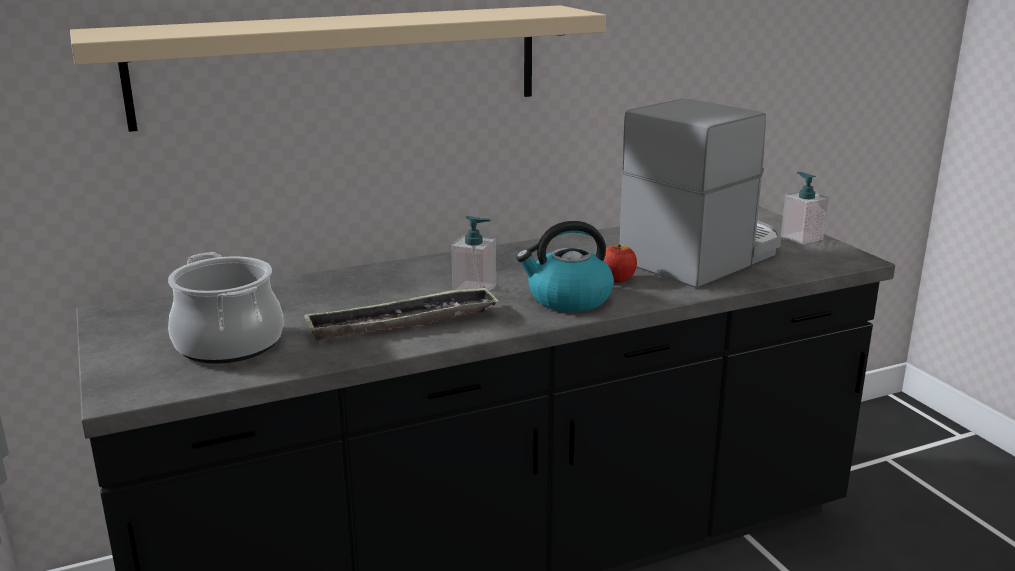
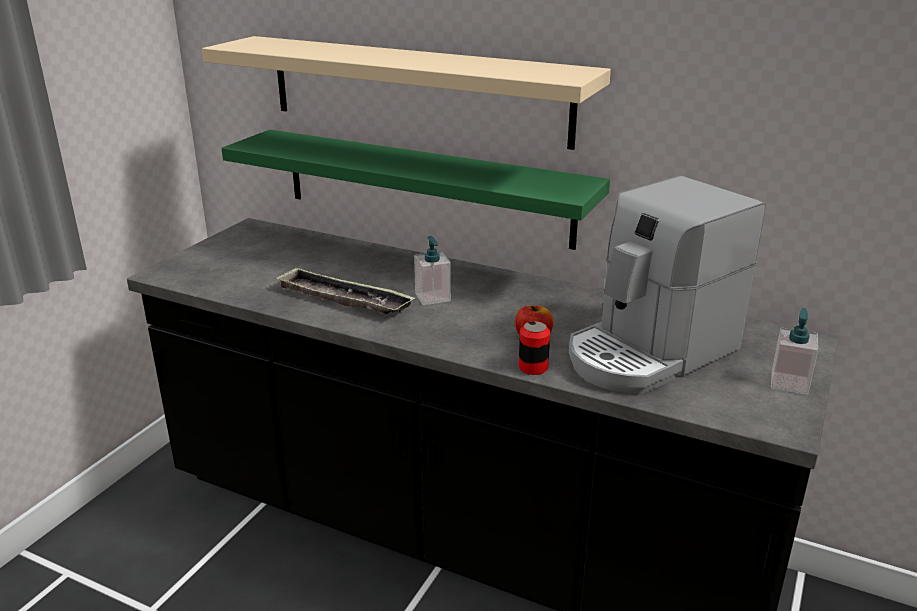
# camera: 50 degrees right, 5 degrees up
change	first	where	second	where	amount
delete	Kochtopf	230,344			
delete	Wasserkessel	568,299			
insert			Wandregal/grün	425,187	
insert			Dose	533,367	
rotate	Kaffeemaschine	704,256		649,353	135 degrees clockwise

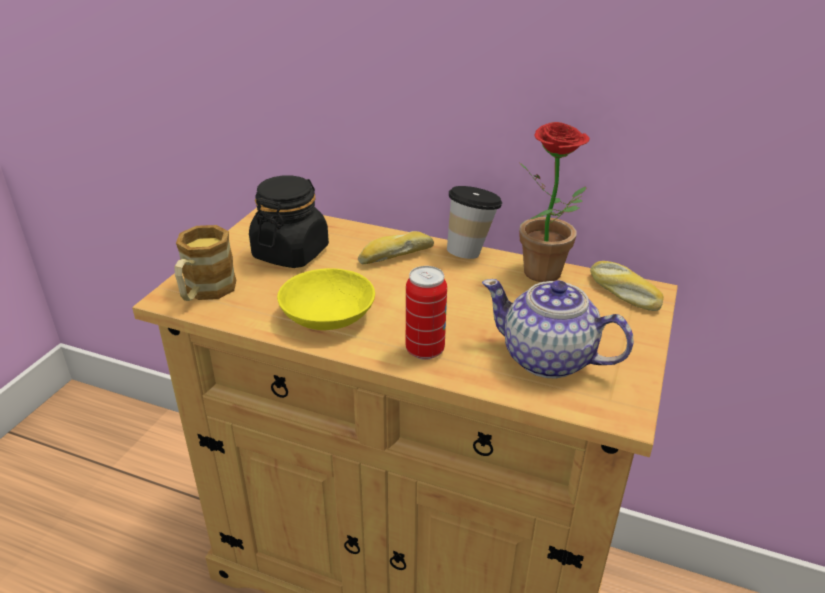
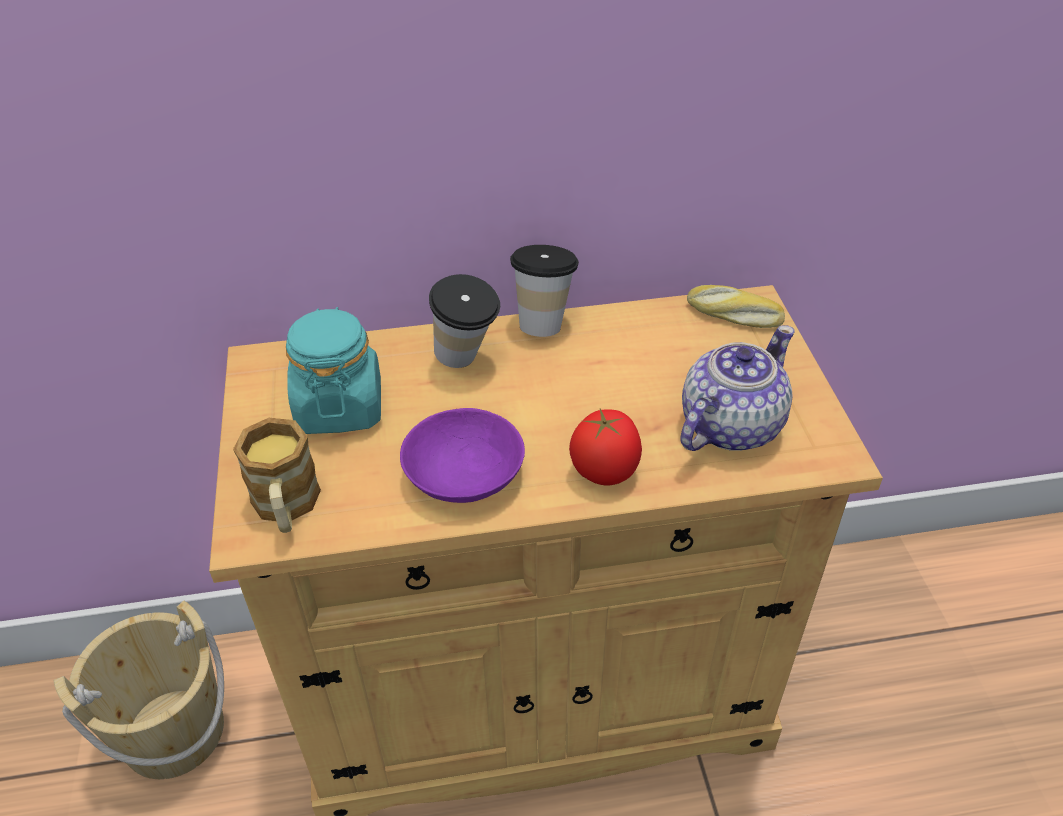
# camera: 30 degrees left, 10 degrees up
change	first	where	second	where	amount
delete	Topfpflanze	547,276			
insert			Eimer/beige	173,732	
replace	Brot	395,255	Tasse	467,361	
replace	Dose	425,350	Tomate	604,470	
recolor	Vorratsglas/schwarz	291,253	Vorratsglas/türkis	339,407	
recolor	Schüssel/gelb	330,316	Schüssel/lila	467,473	
rotate	Teekanne	548,359		729,426	135 degrees clockwise

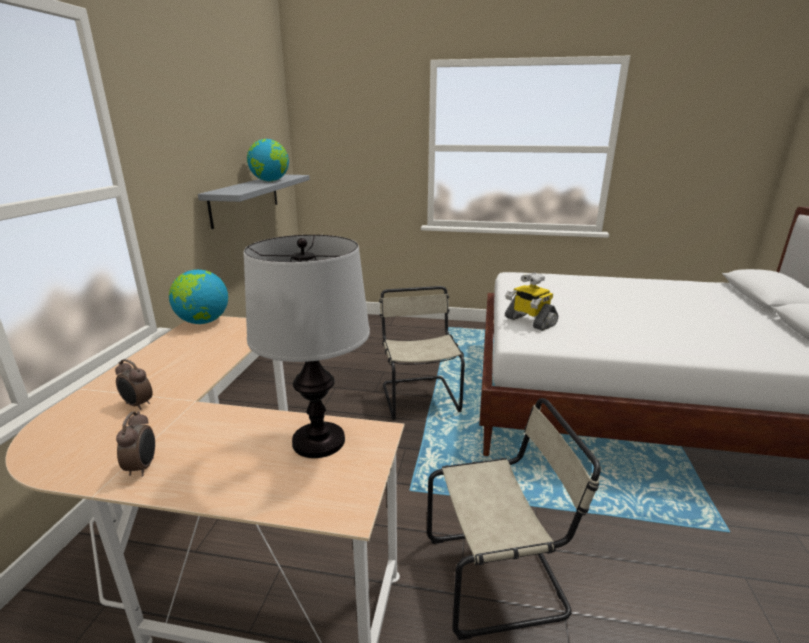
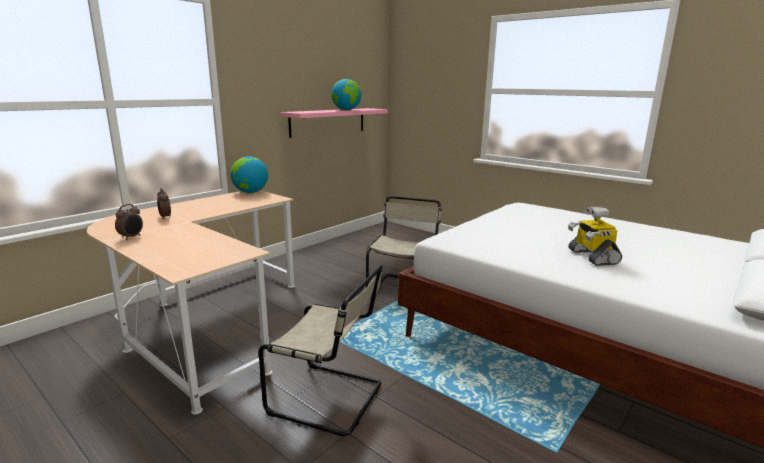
# camera: 30 degrees right, 5 degrees down
change	first	where	second	where	amount
delete	Tischlampe	318,441			
move	Spielzeugroboter	529,321		591,257	
recolor	Wandregal/grau	246,199	Wandregal/rosa	328,122	

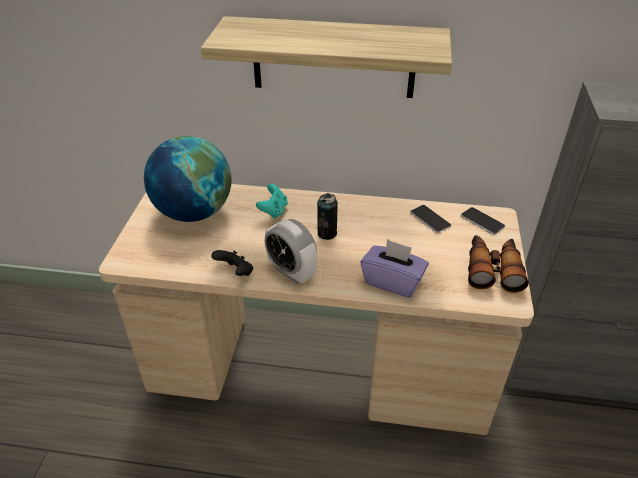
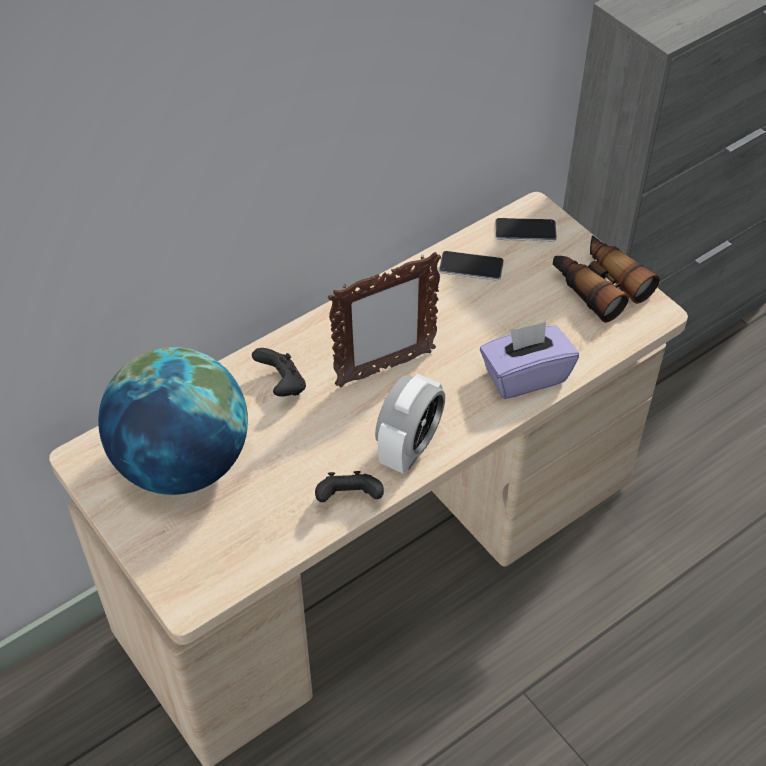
# camera: 45 degrees left, 10 degrees up
change	first	where	second	where	amount
delete	Wandregal	333,58			
replace	Dose	327,233	Bilderrahmen	384,368	
recolor	Gamepad/türkis	273,211	Gamepad/schwarz	282,385	
rotate	Wecker	291,272		409,448	60 degrees counterclockwise

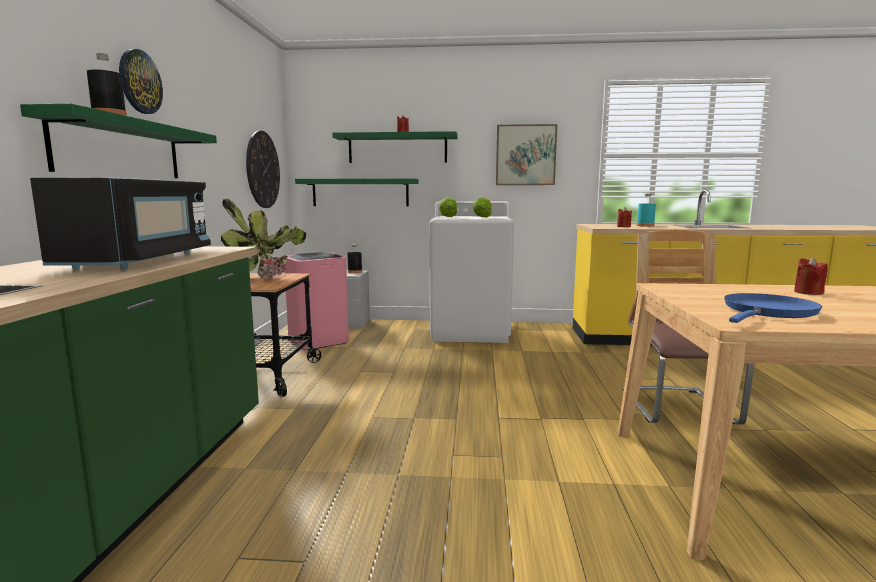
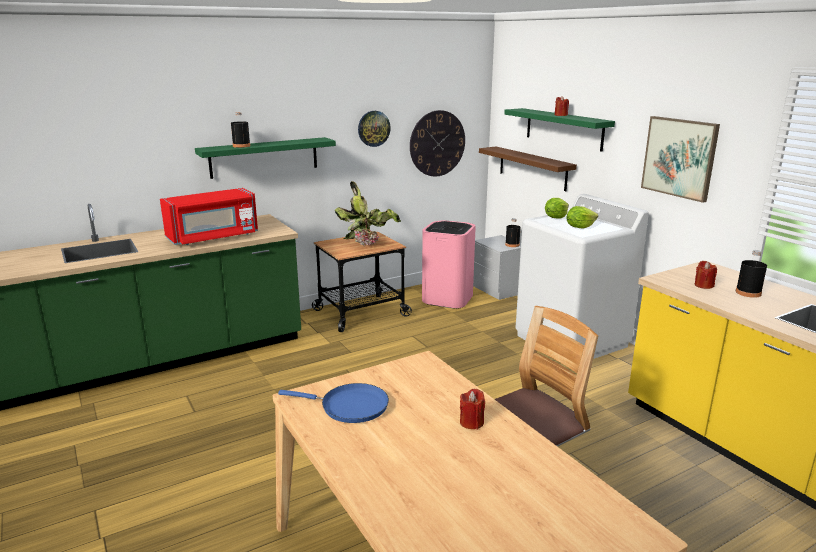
# camera: 55 degrees right, 10 degrees up
change	first	where	second	where	amount
move	Wanduhr	140,82		373,128	
recolor	Mikrowelle/schwarz	140,261	Mikrowelle/rot	213,237	
recolor	Wandregal/grün	360,192	Wandregal/braun	532,168	
recolor	Flasche/türkis	645,226	Flasche/schwarz	748,293	

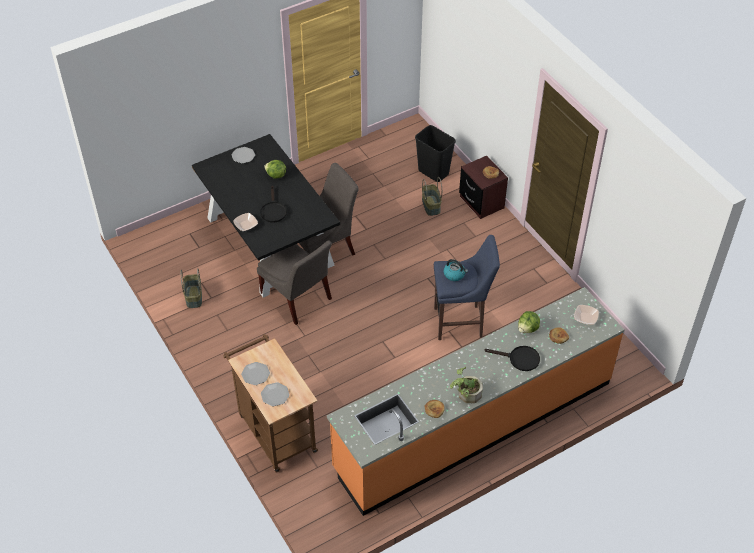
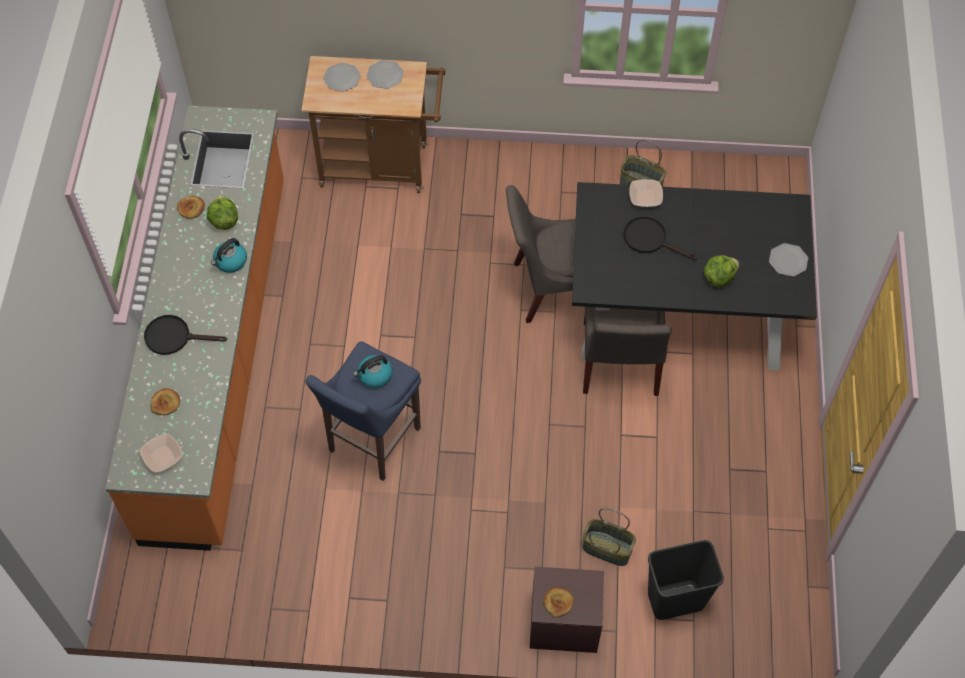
# camera: 125 degrees right, 10 degrees up
change	first	where	second	where	amount
delete	Topfpflanze	466,394			
insert			Wasserkessel	230,262	
move	Salatkopf	528,329		224,221	
rotate	Pfanne/schwarz	519,359		174,337	45 degrees clockwise

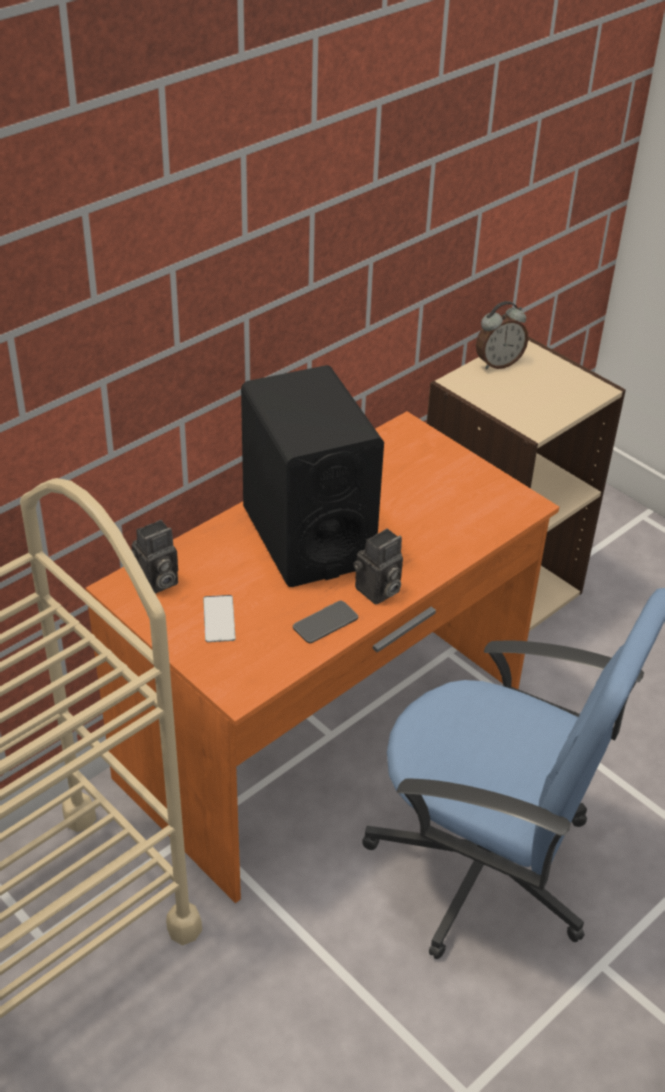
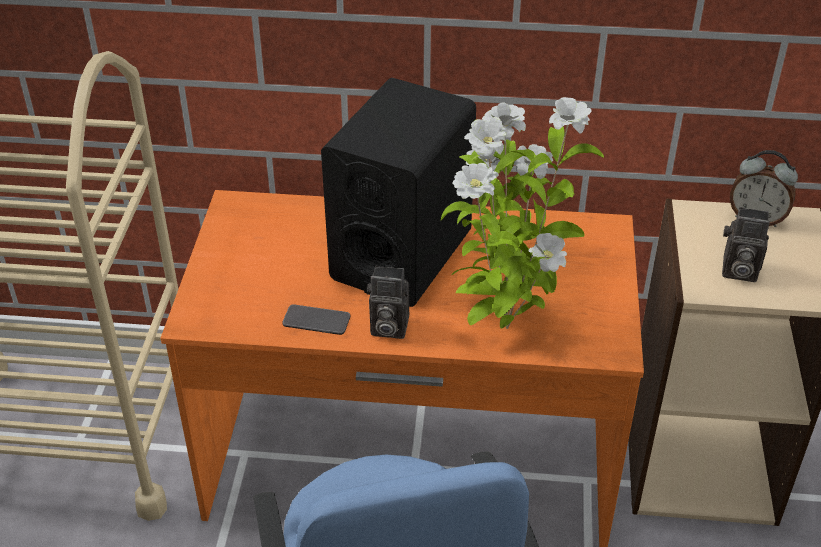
# camera: 50 degrees right, 0 degrees up
change	first	where	second	where	amount
delete	Handy	219,619			
insert			Topfpflanze	505,325	
move	Kamera	156,583		737,270	

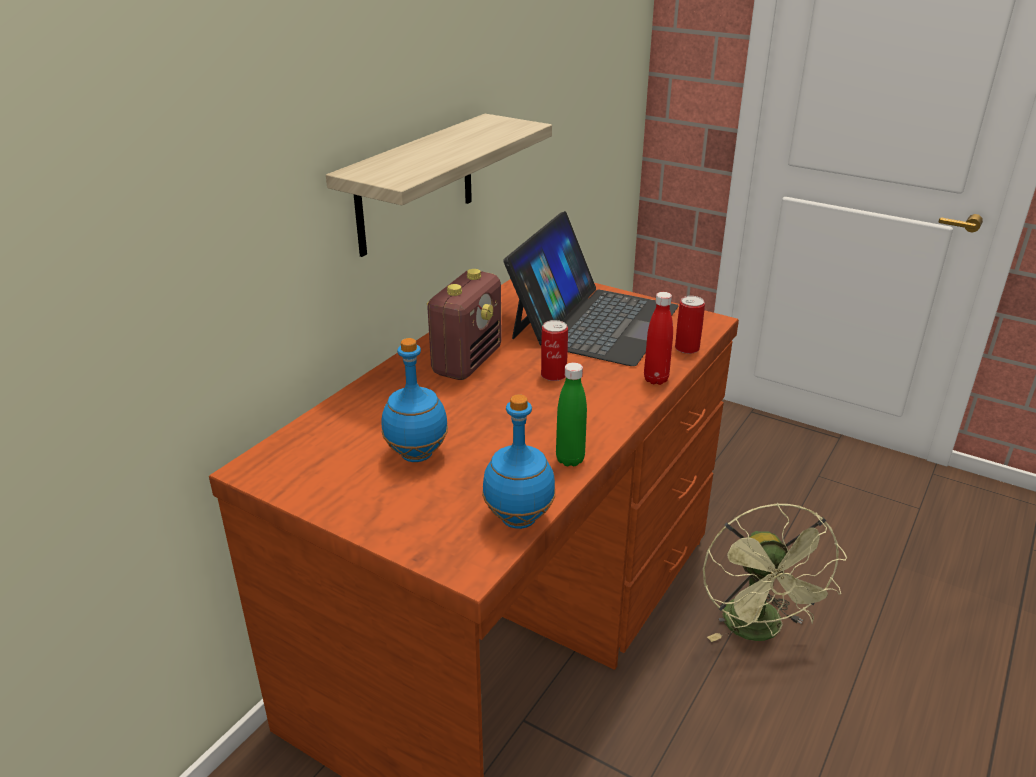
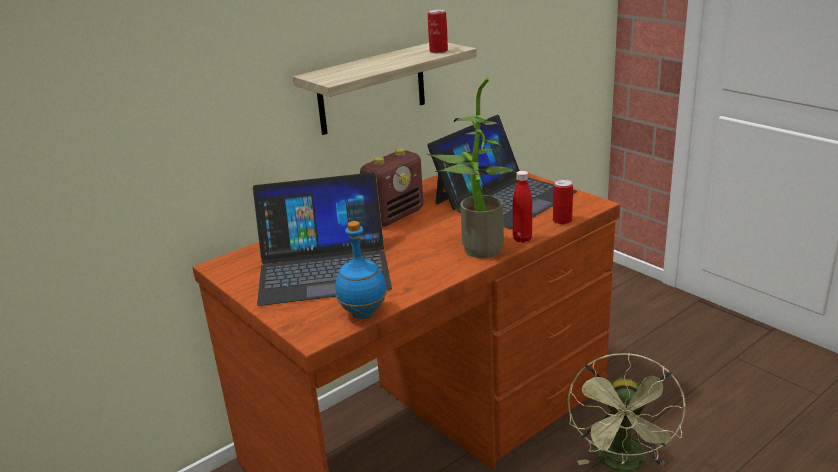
# camera: 20 degrees right, 5 degrees down
change	first	where	second	where	amount
delete	Flasche/grün	570,459			
insert			Topfpflanze	476,250	
move	Dose	553,375		438,51	
replace	Flasche/blau	417,454	Laptop	324,268	

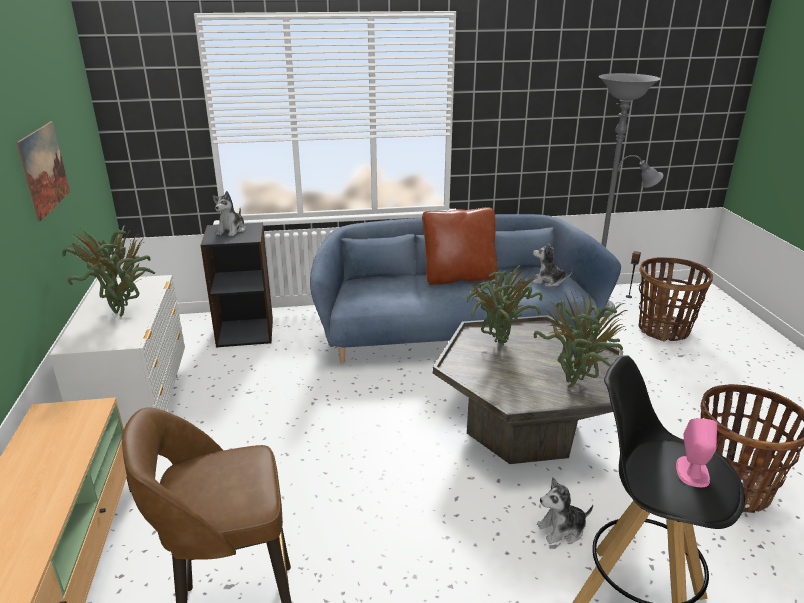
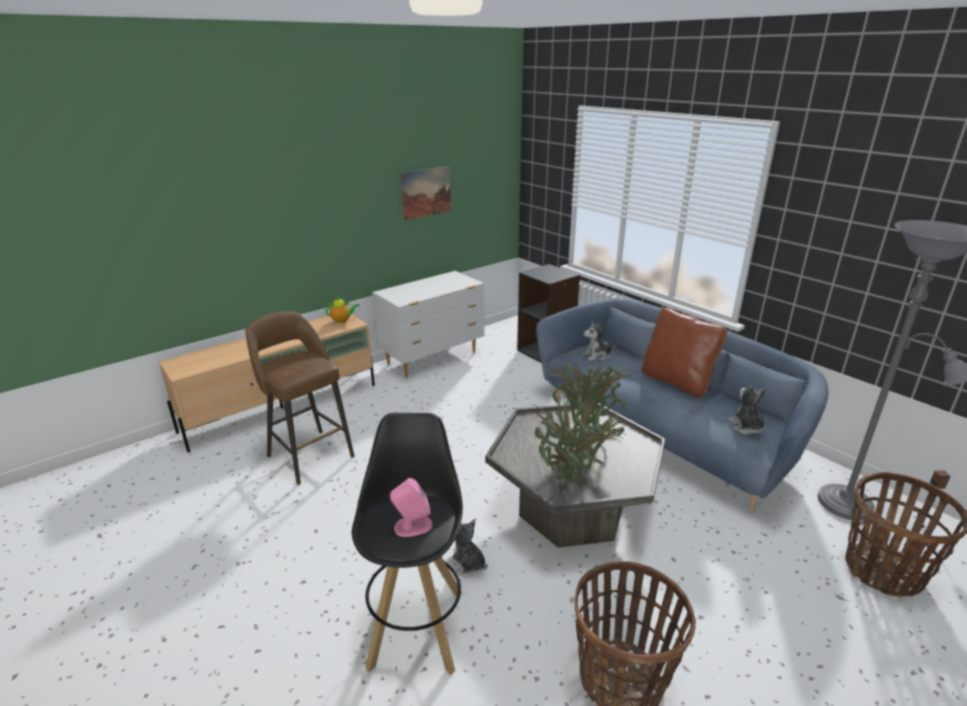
# camera: 60 degrees right, 0 degrees up
change	first	where	second	where	amount
delete	Topfpflanze	122,311			
insert			Teekanne	342,321	
move	Plüschtier	232,230		597,356	

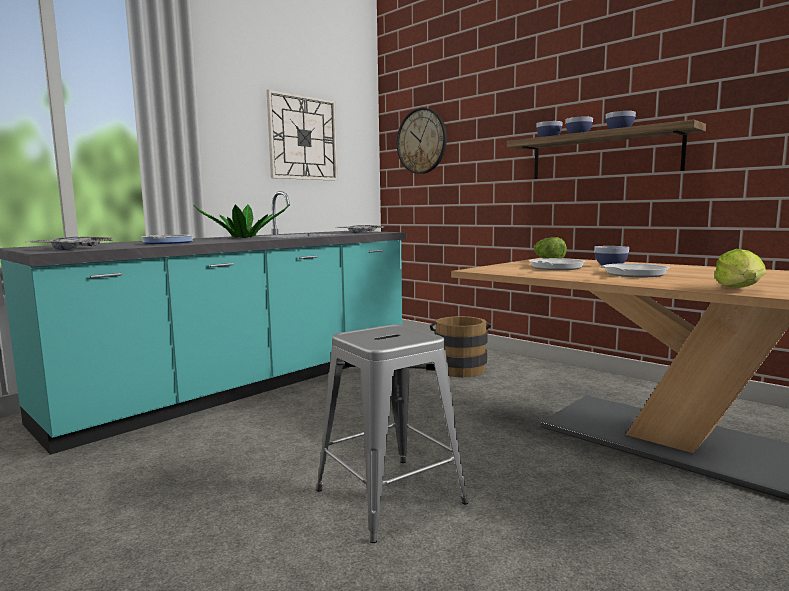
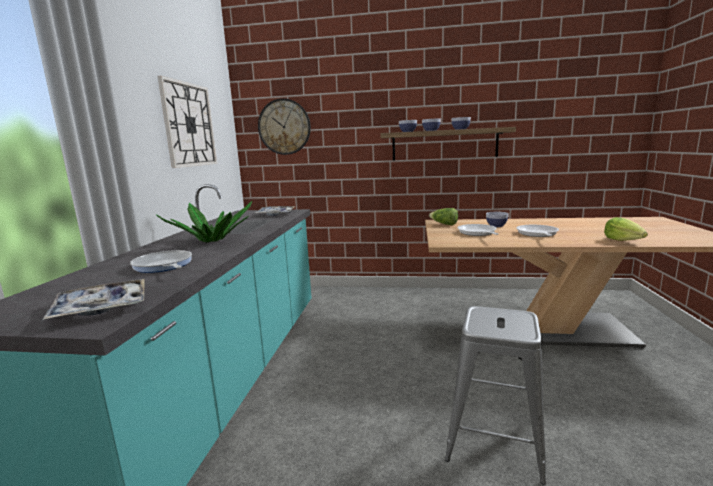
# camera: 35 degrees left, 5 degrees up
change	first	where	second	where	amount
delete	Eimer/braun	460,368			

